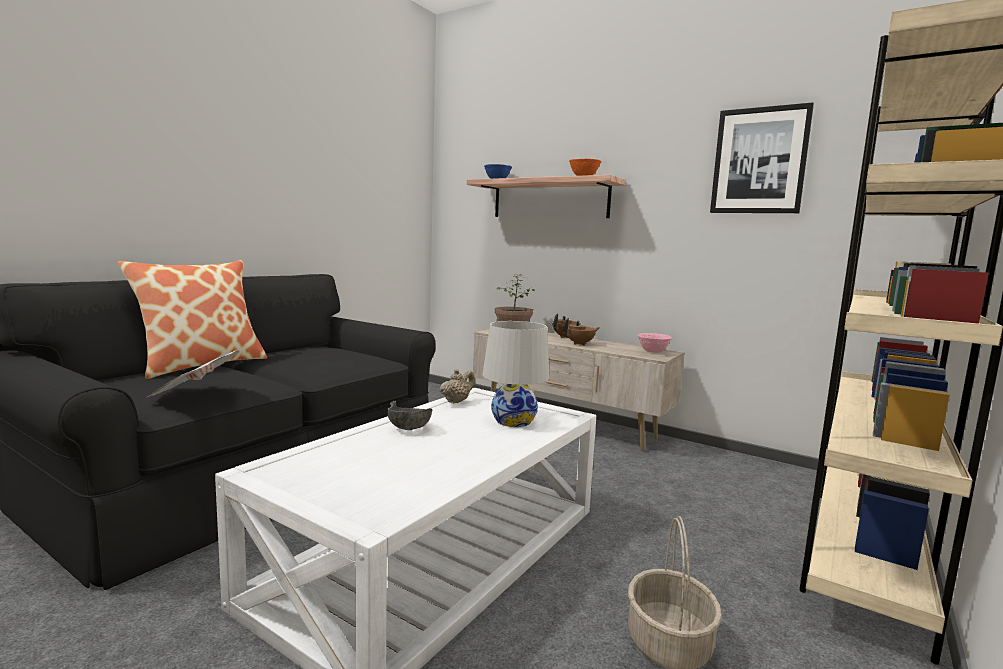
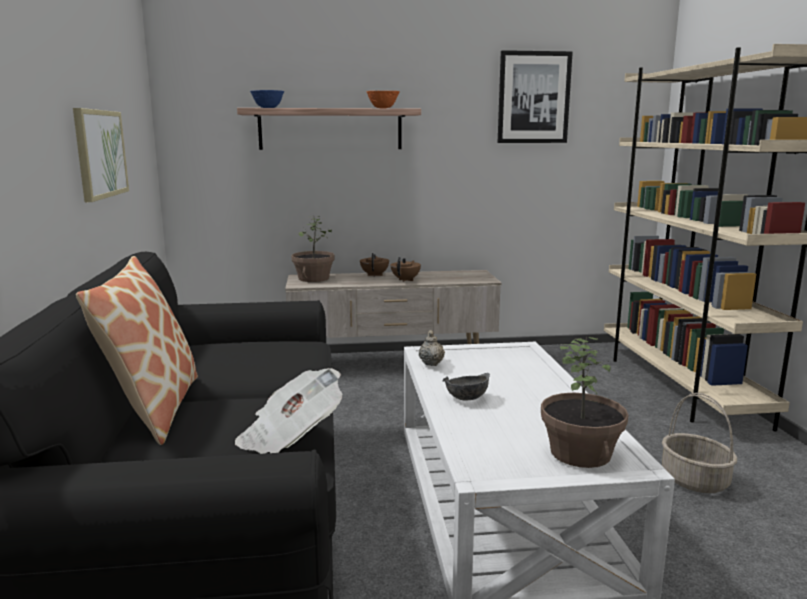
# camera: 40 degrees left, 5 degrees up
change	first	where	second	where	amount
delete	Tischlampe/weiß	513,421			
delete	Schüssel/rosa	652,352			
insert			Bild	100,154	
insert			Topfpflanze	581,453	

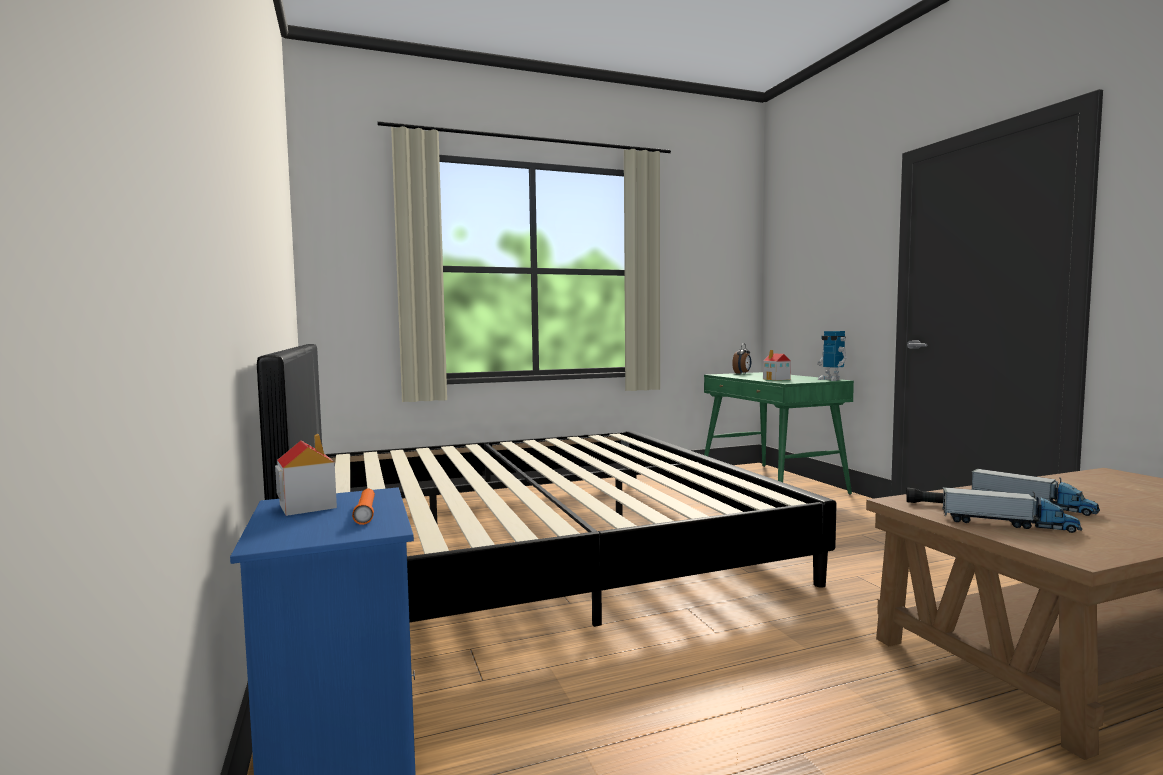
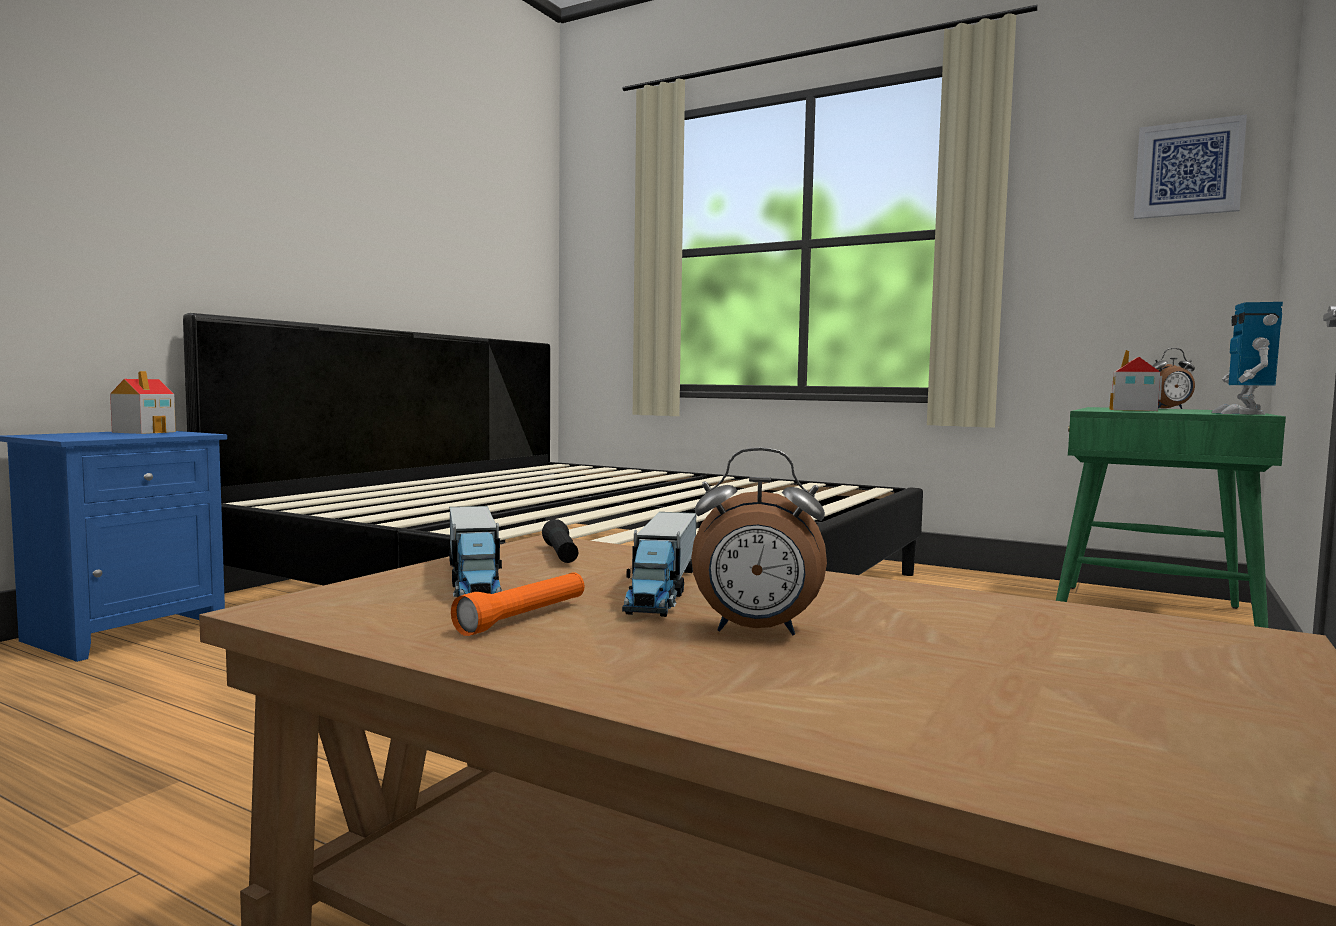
# camera: 50 degrees right, 0 degrees up
change	first	where	second	where	amount
insert			Wecker	756,631	
insert			Bild	1188,169	
move	Taschenlampe/orange	366,513		523,617	

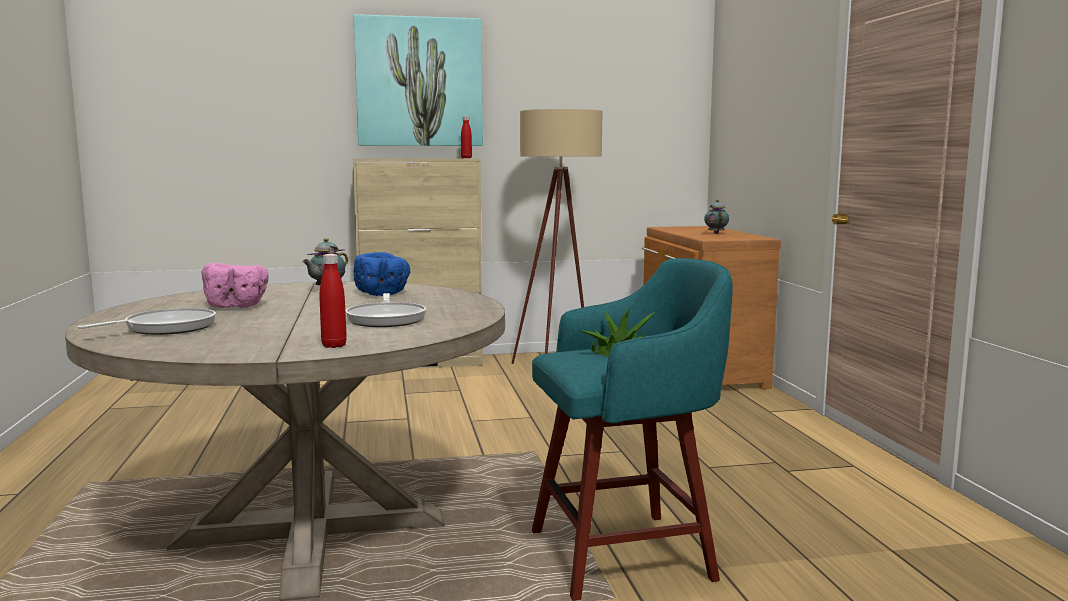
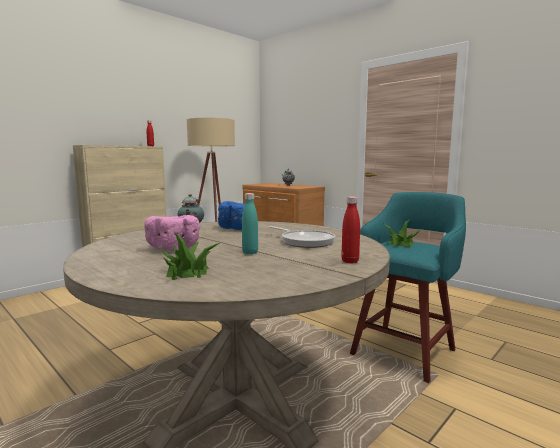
# camera: 35 degrees left, 0 degrees up
change	first	where	second	where	amount
delete	Bild	419,82			
insert			Flasche/türkis	250,252	
replace	Pfanne	165,328	Topfpflanze	187,272	

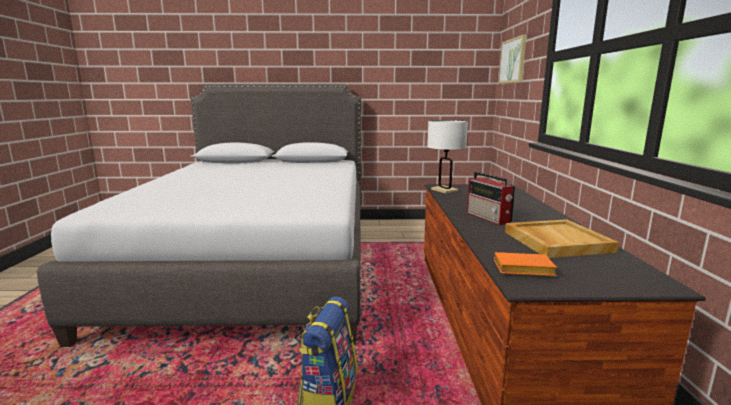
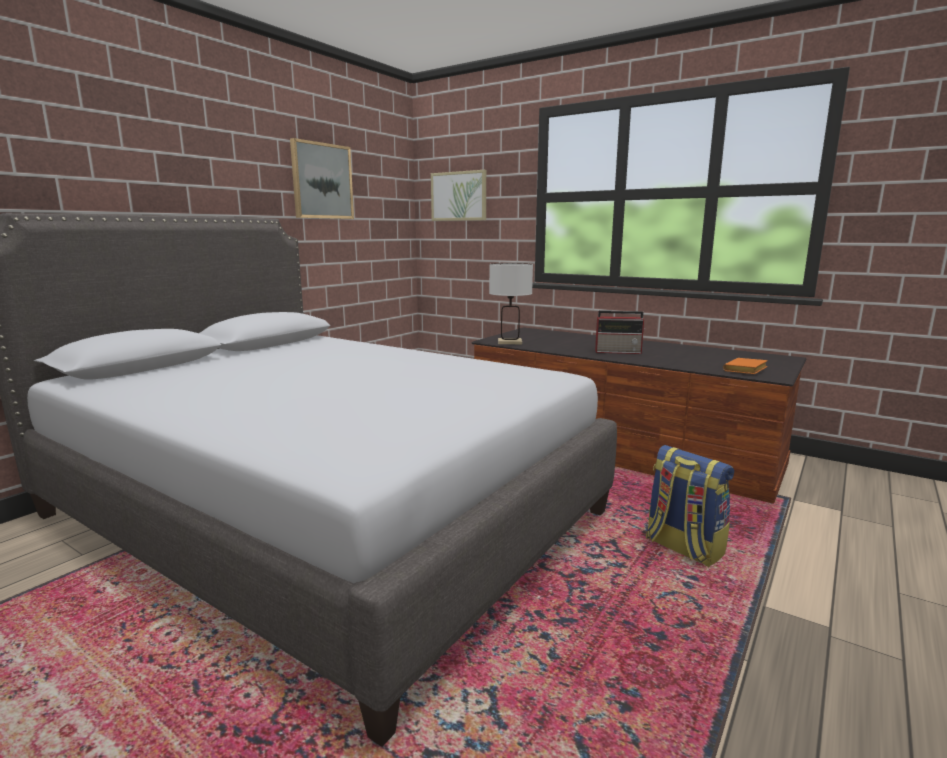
# camera: 55 degrees left, 0 degrees up
change	first	where	second	where	amount
delete	Tablett/beige	556,241			
insert			Bild	322,181	

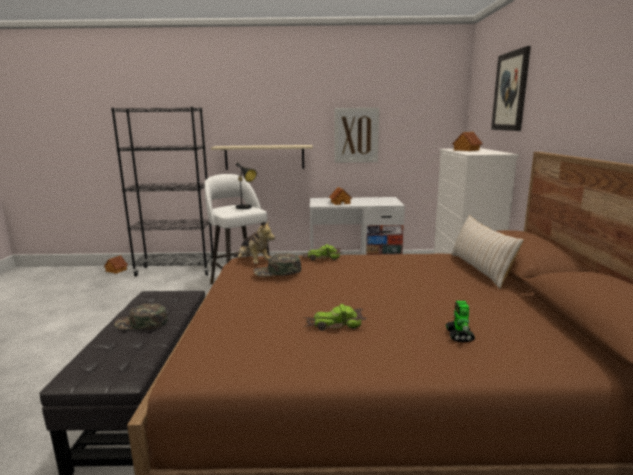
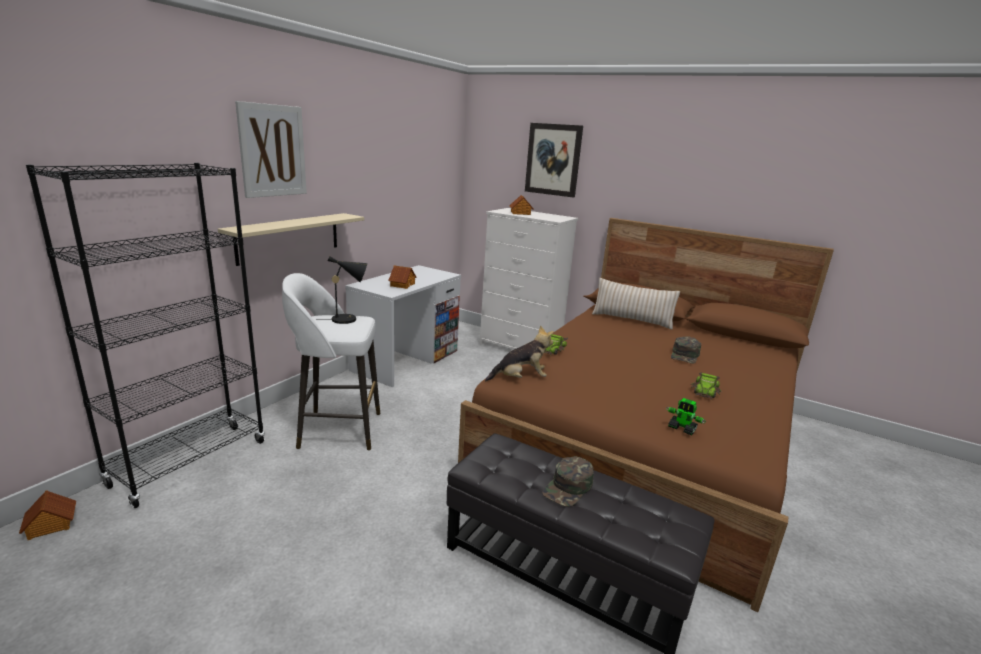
# camera: 60 degrees left, 5 degrees up
change	first	where	second	where	amount
move	Kappe/grün	277,271		685,355	
move	Bild	356,135		272,151	
move	Spielzeugroboter	459,336		682,429	

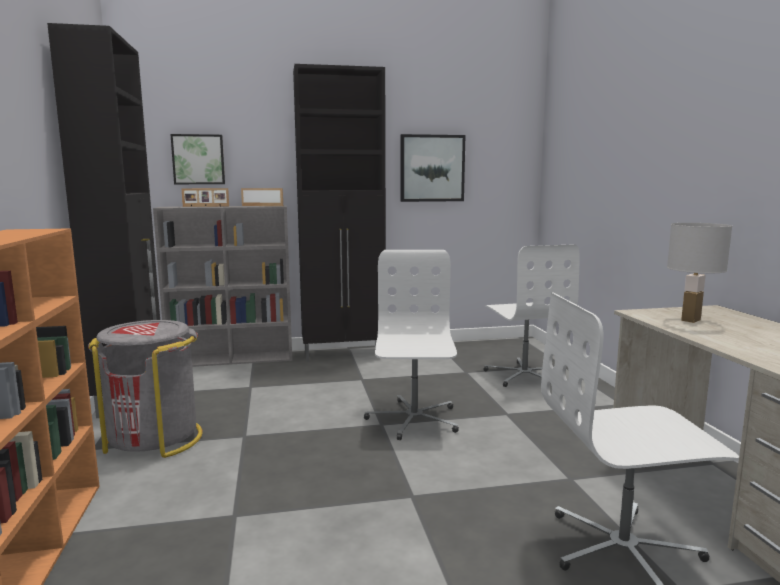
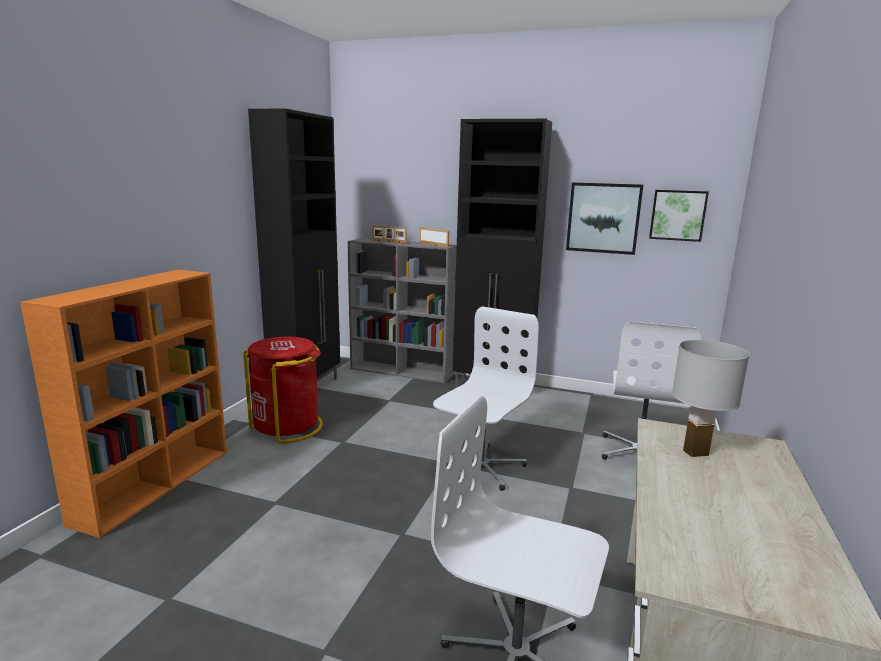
# camera: 30 degrees right, 5 degrees up
change	first	where	second	where	amount
move	Bild	198,159		677,215	
recolor	Mülleimer/grau	154,439	Mülleimer/rot	287,427	

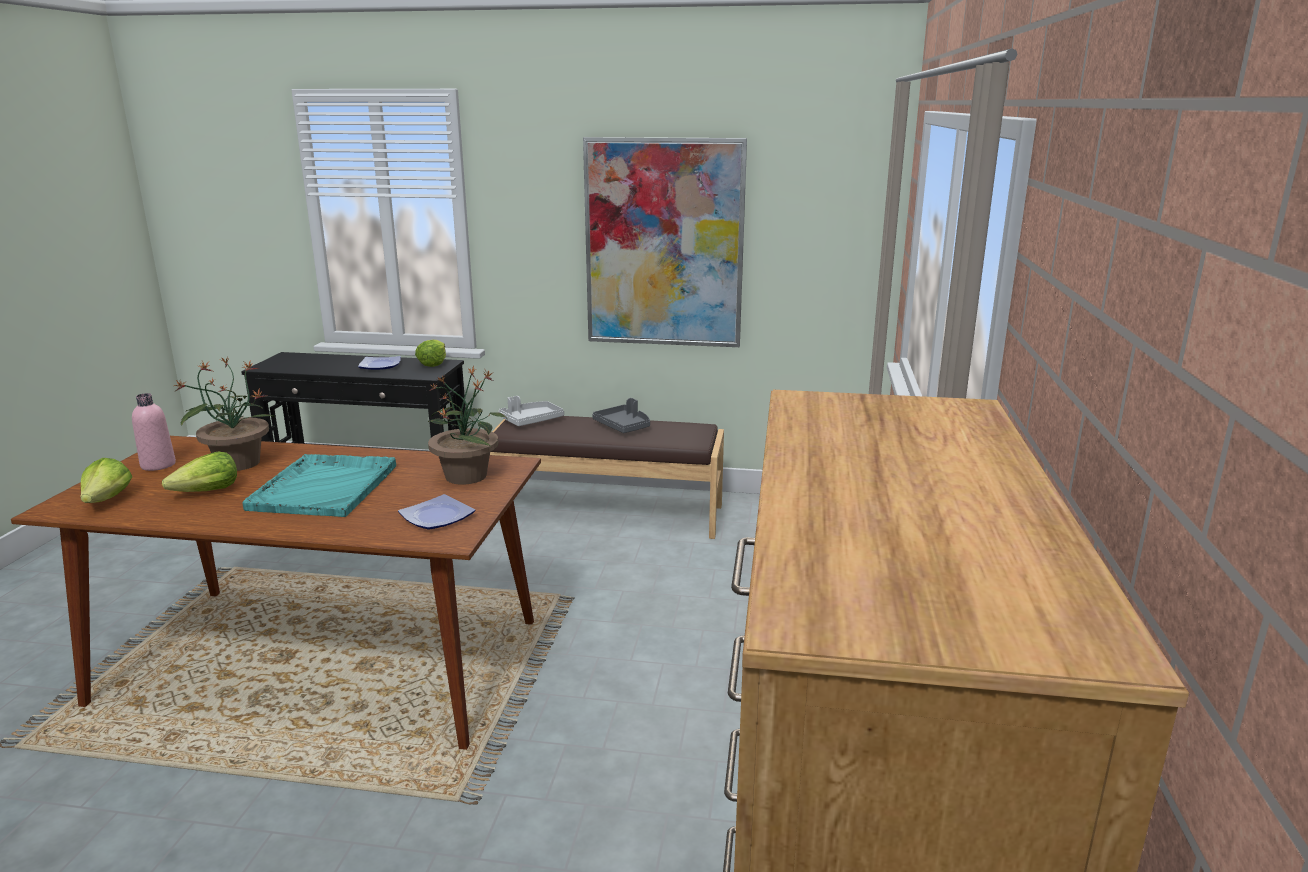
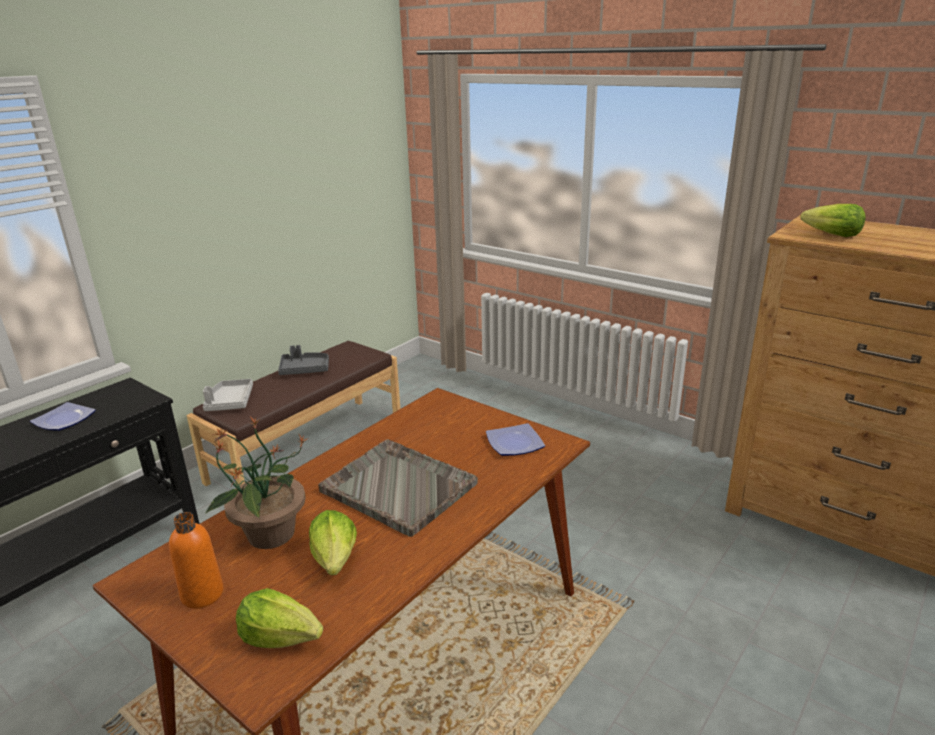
# camera: 60 degrees left, 5 degrees up
change	first	where	second	where	amount
delete	Topfpflanze	466,475			
delete	Bild	664,244			
move	Salatkopf	433,363		831,235	
recolor	Flasche/rosa	158,465	Flasche/orange	202,594	
recolor	Tablett/türkis	325,487	Tablett/grau	397,487	

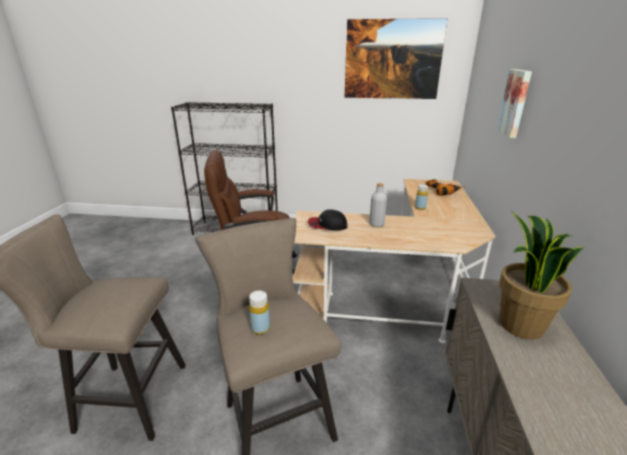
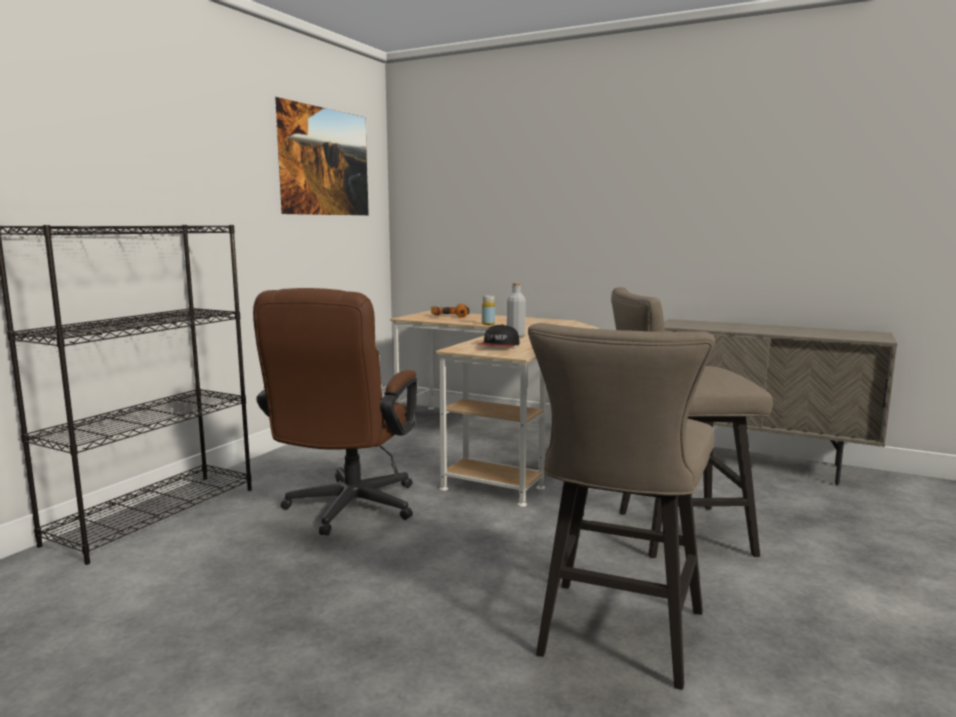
# camera: 70 degrees left, 15 degrees down
change	first	where	second	where	amount
delete	Flasche/gelb	260,328			
delete	Bild	516,103			
delete	Topfpflanze	519,325			

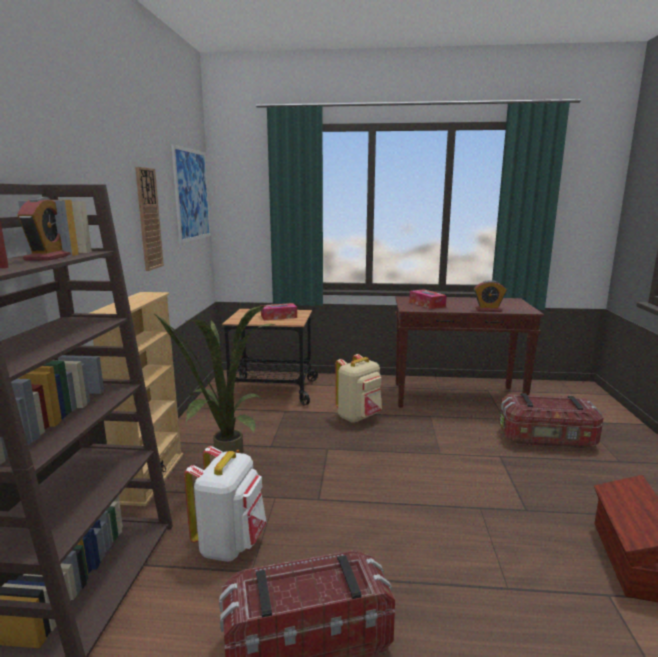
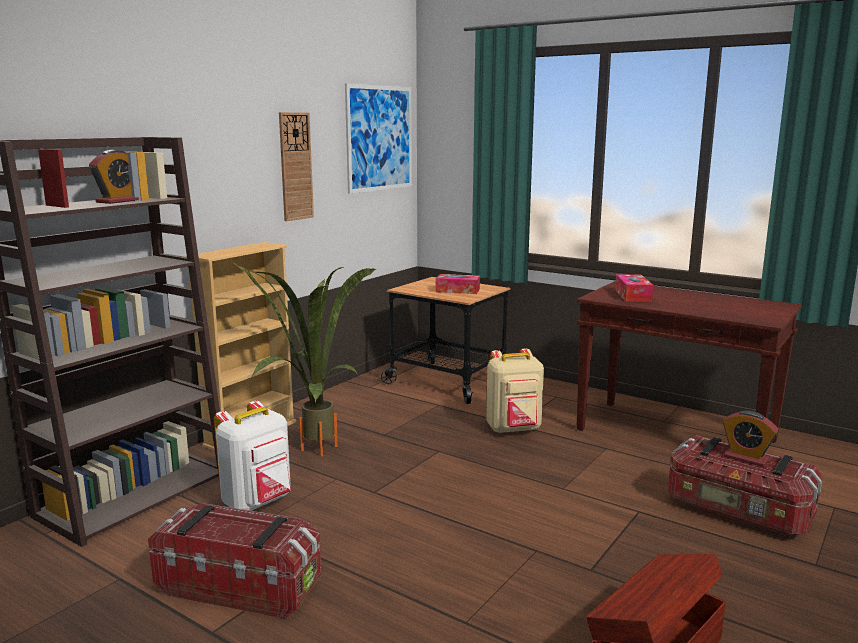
# camera: 30 degrees right, 0 degrees up
change	first	where	second	where	amount
move	Wecker	488,310		746,458	

